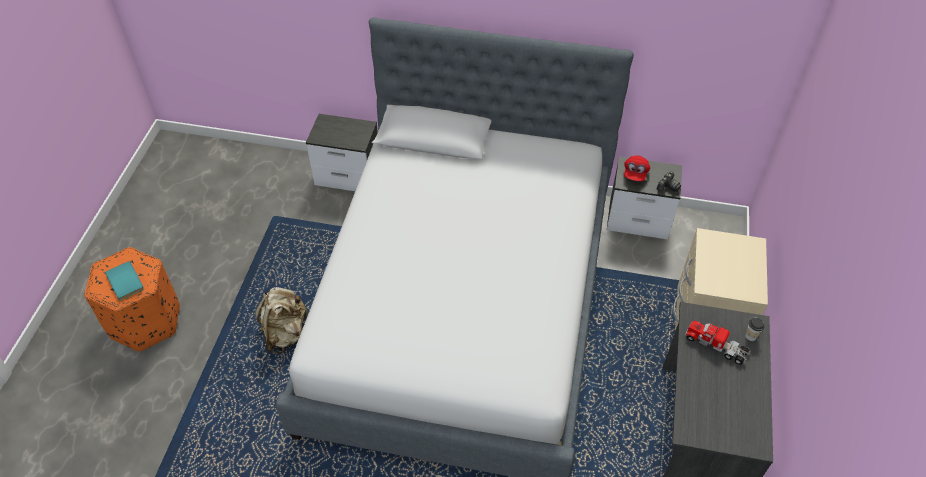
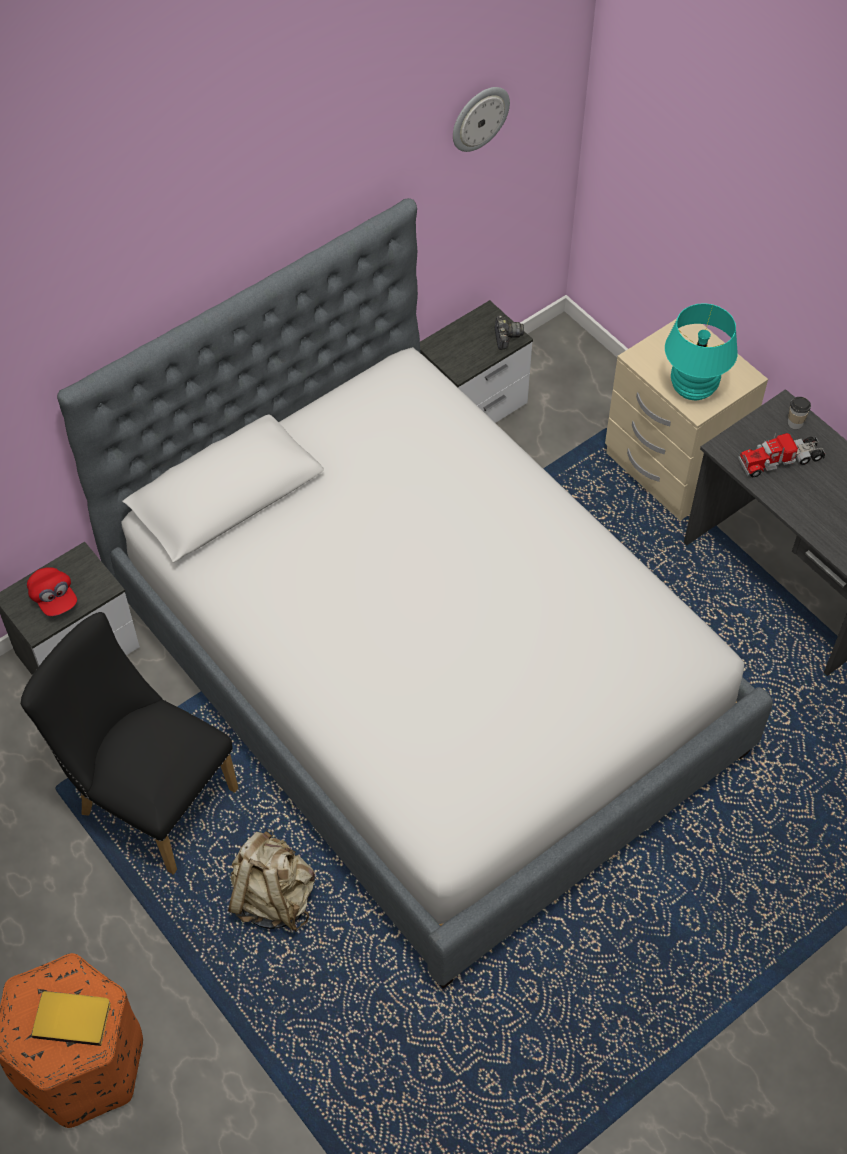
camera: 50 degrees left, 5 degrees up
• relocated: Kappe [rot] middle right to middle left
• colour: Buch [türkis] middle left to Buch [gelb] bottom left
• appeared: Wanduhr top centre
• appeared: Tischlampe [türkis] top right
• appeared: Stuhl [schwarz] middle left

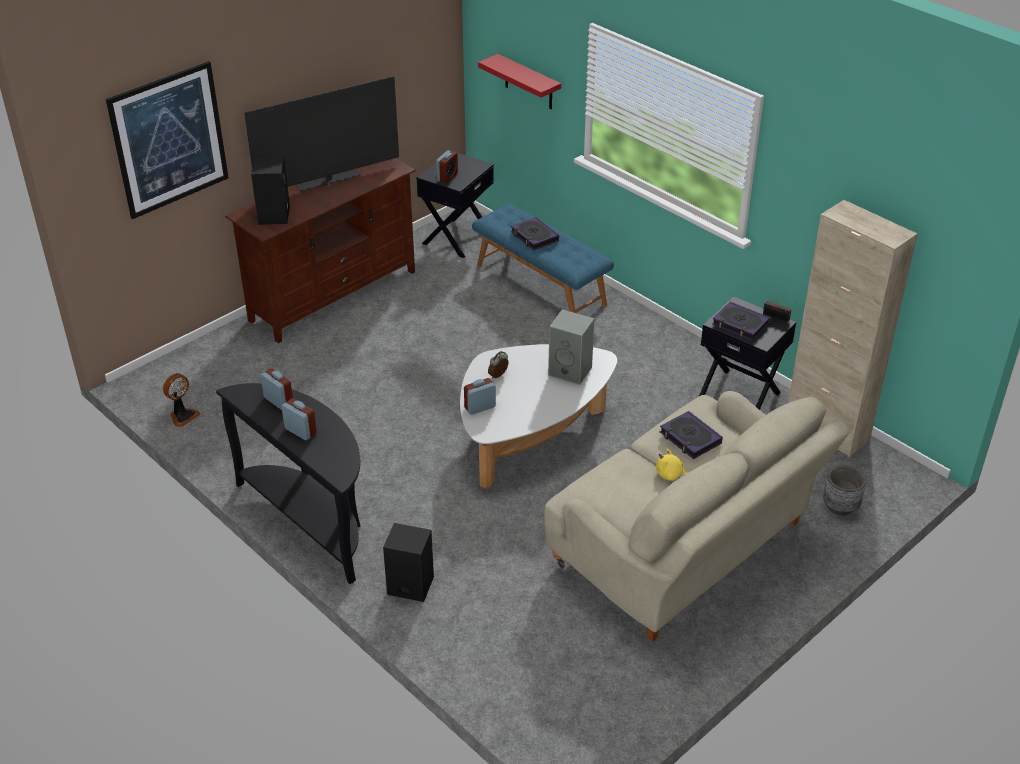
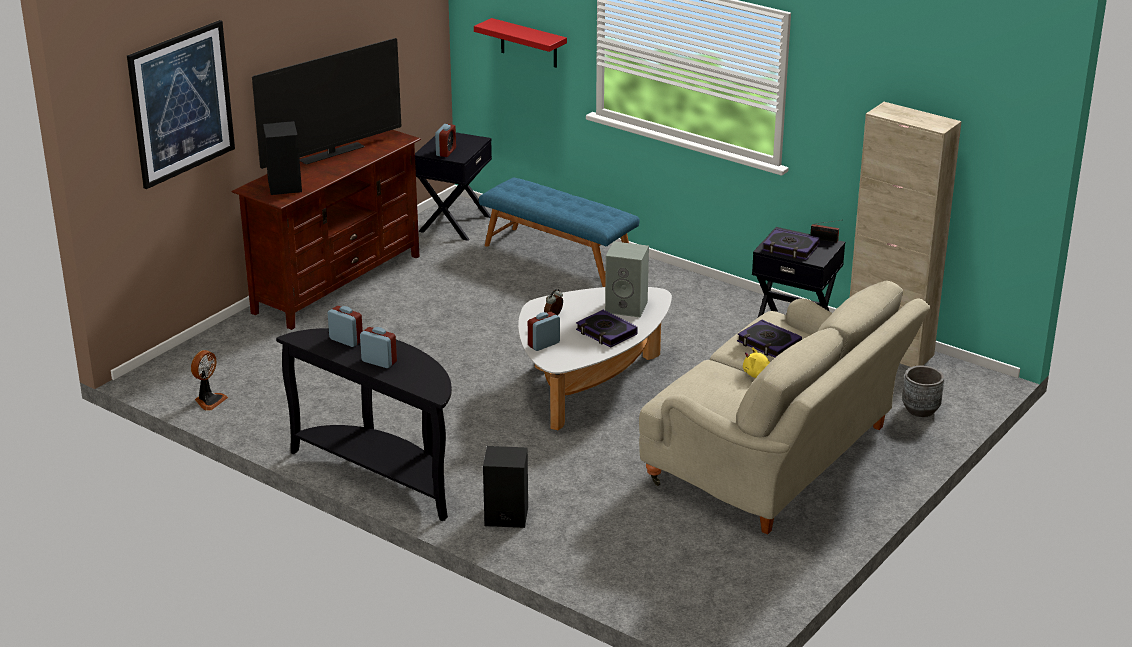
camera: 10 degrees left, 10 degrees down
• relocated: Buch (no. 1 from left) top centre to centre

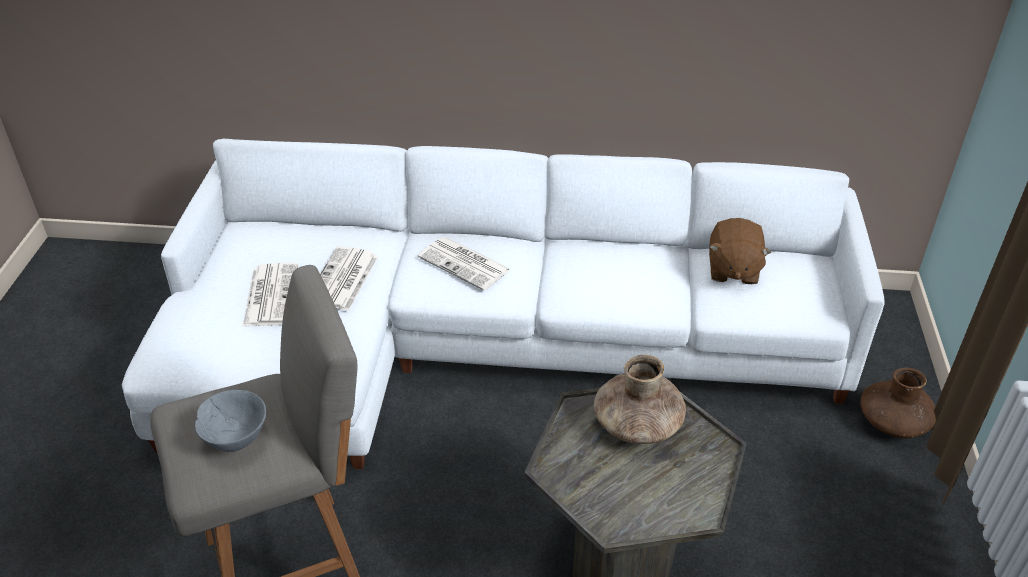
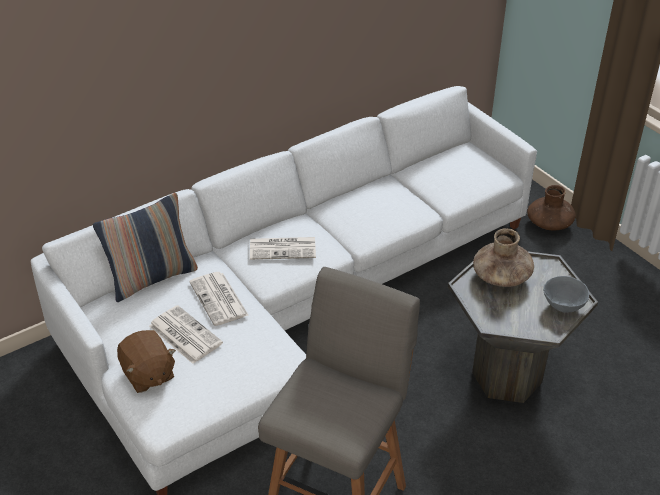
camera: 40 degrees left, 0 degrees up
• relocated: Plüschtier [braun] middle right to bottom left
• relocated: Schüssel [grau] bottom left to middle right
• appeared: Kissen middle left

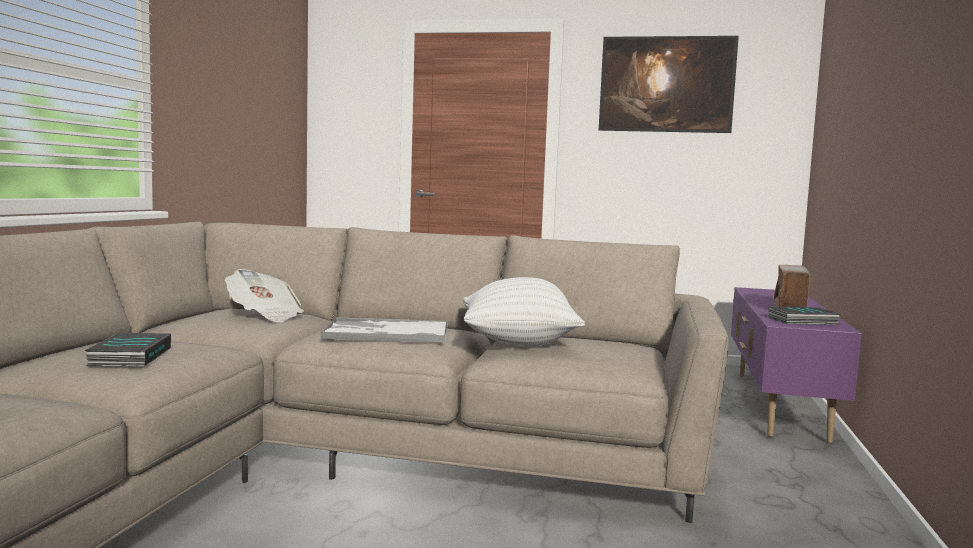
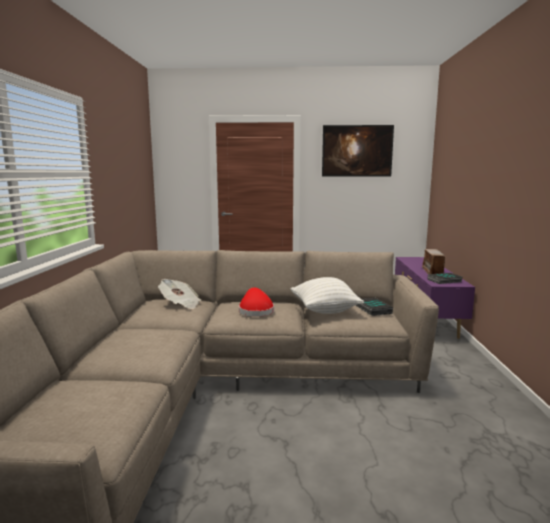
camera: 10 degrees left, 5 degrees up
• exchanged: Tablett centre to Hut [rot] centre
• relocated: Buch (no. 1 from left) middle left to middle right

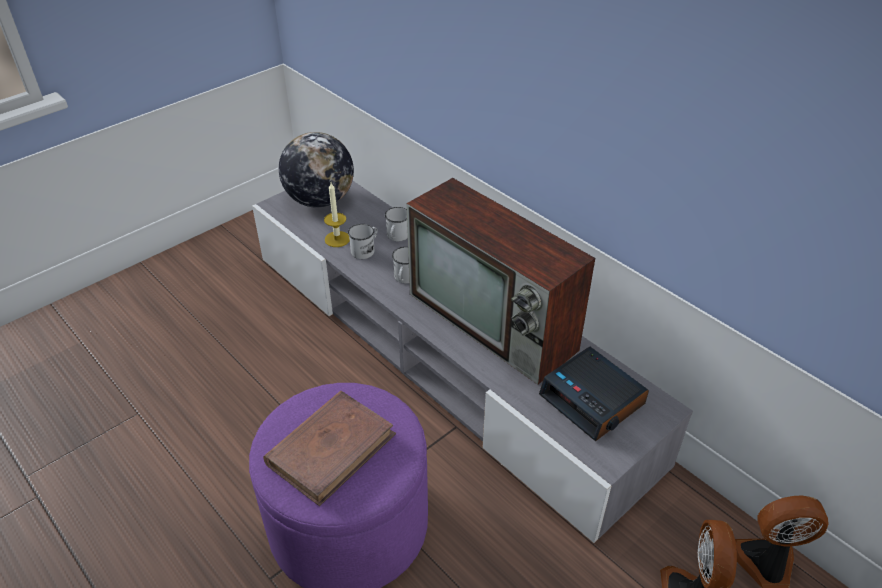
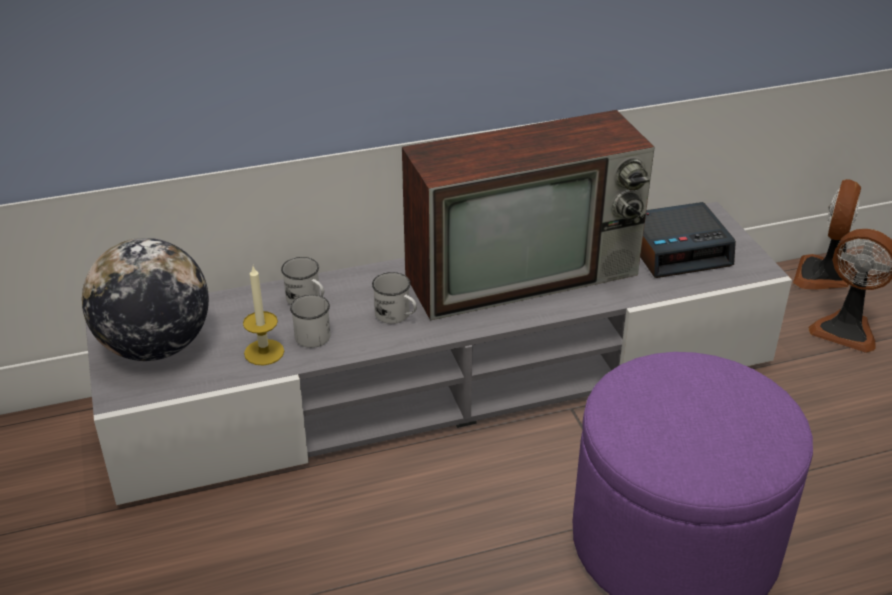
camera: 65 degrees left, 5 degrees down
• missing: Buch [braun] bottom centre

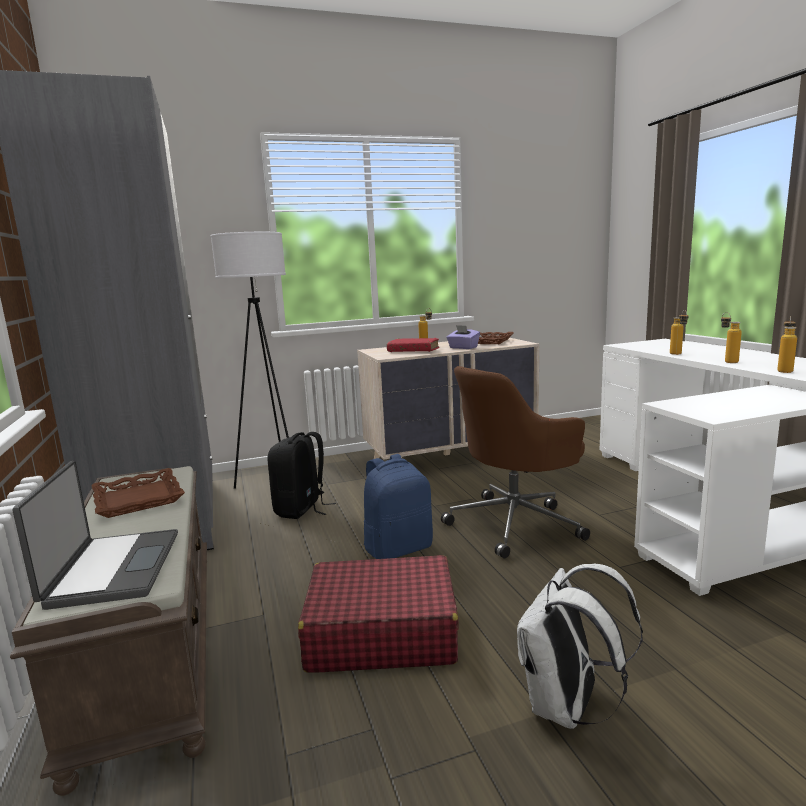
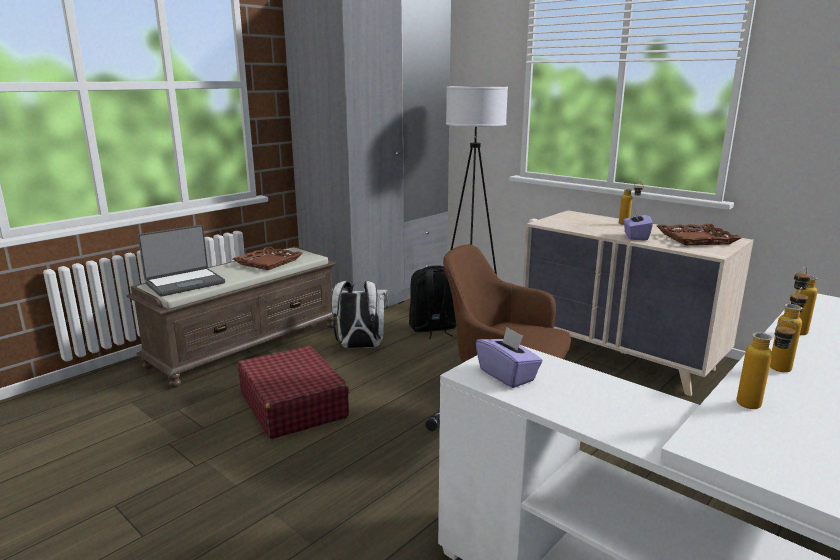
camera: 60 degrees right, 5 degrees up
• missing: Buch [rot] centre
• missing: Rucksack [blau] centre
• relocated: Rucksack [weiß] bottom right to centre
• appeared: Taschentuchbox [lila] (no. 1 from left) centre

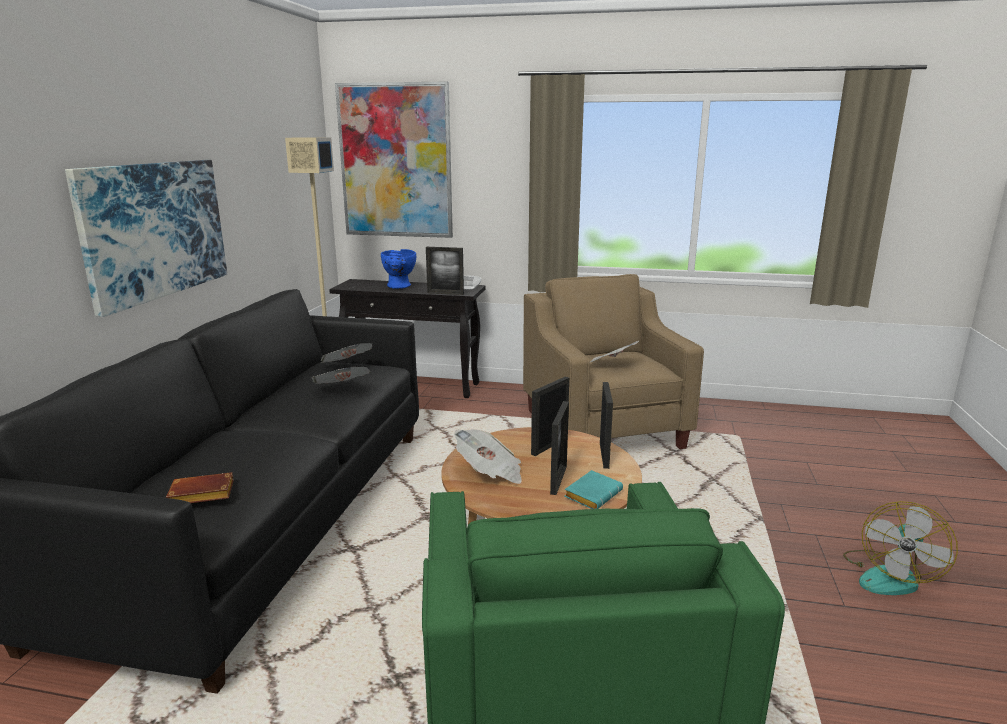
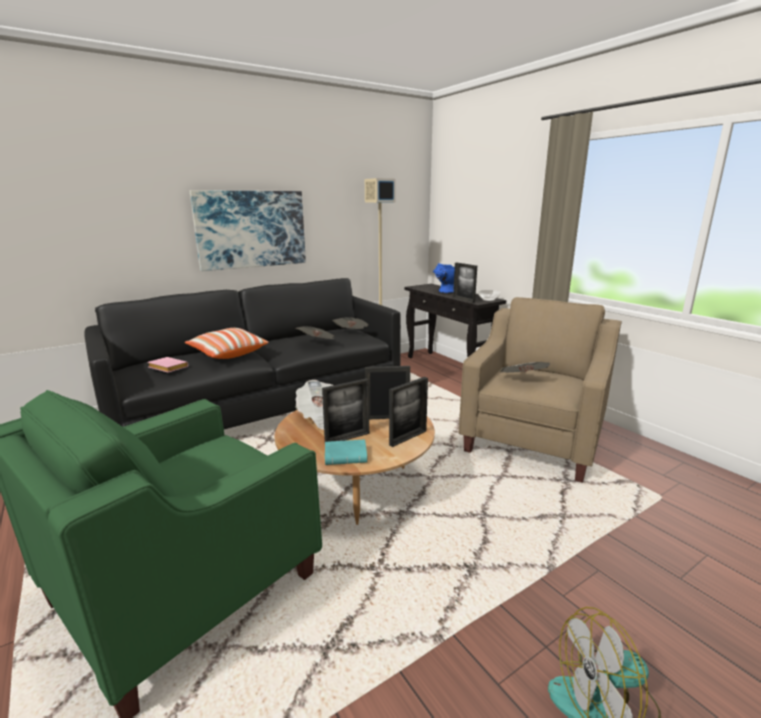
camera: 45 degrees right, 0 degrees up
• missing: Bild (no. 2 from left) top centre
• colour: Buch [braun] bottom left to Buch [rosa] middle left
• appeared: Kissen middle left

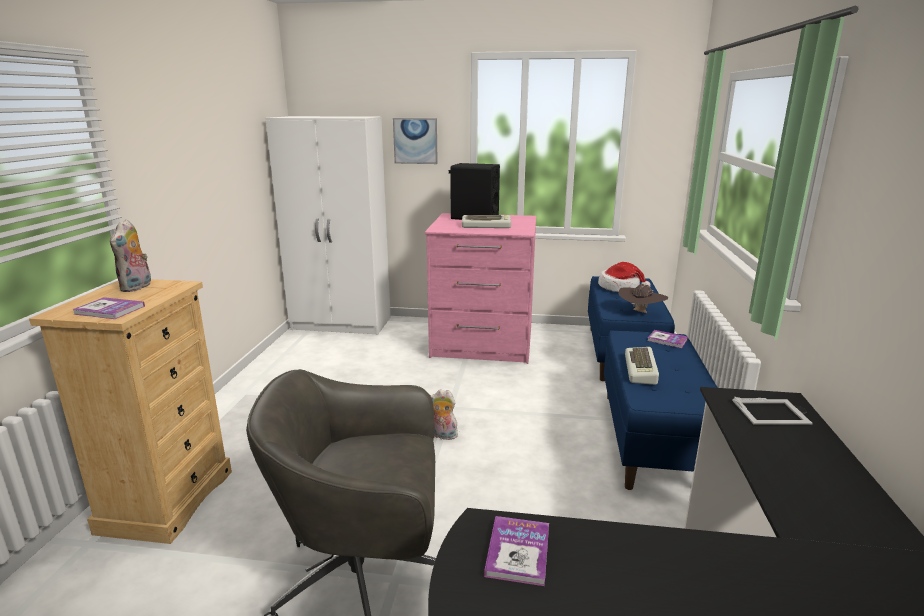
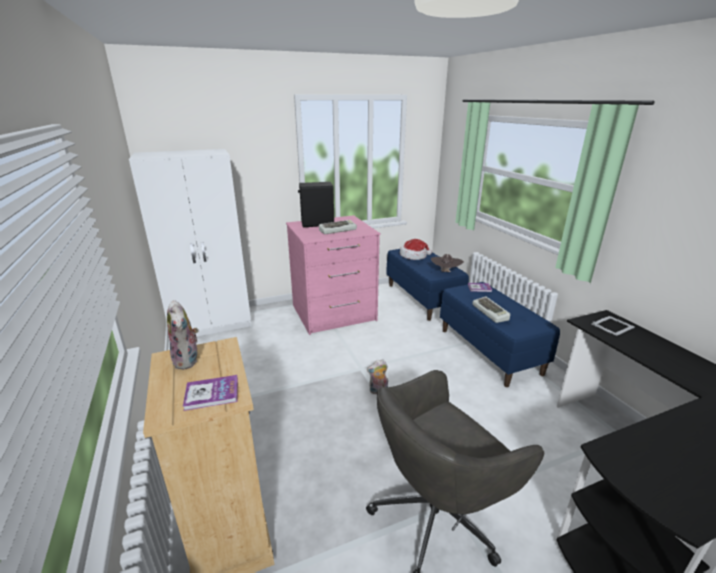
camera: 30 degrees left, 5 degrees up
• missing: Bild top centre
• missing: Buch (no. 2 from left) bottom centre

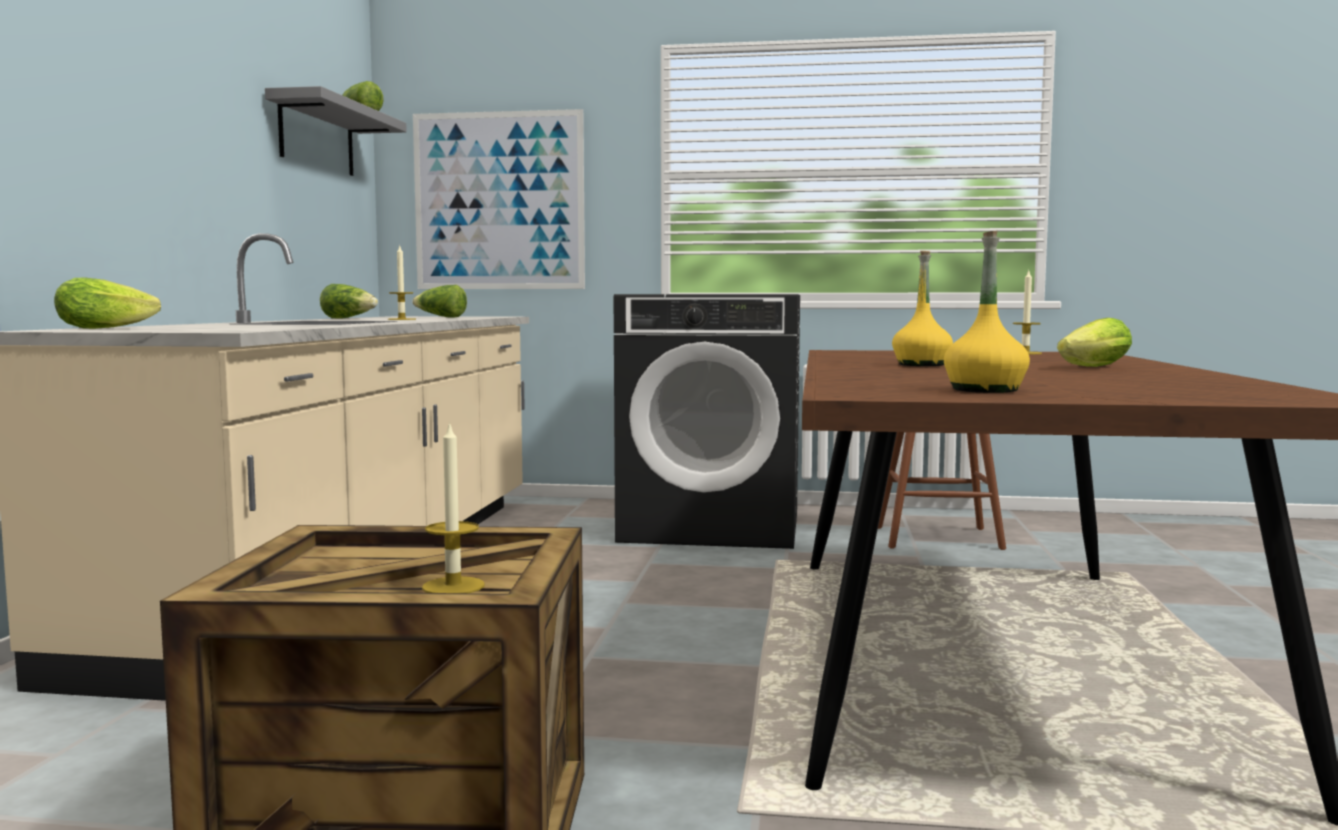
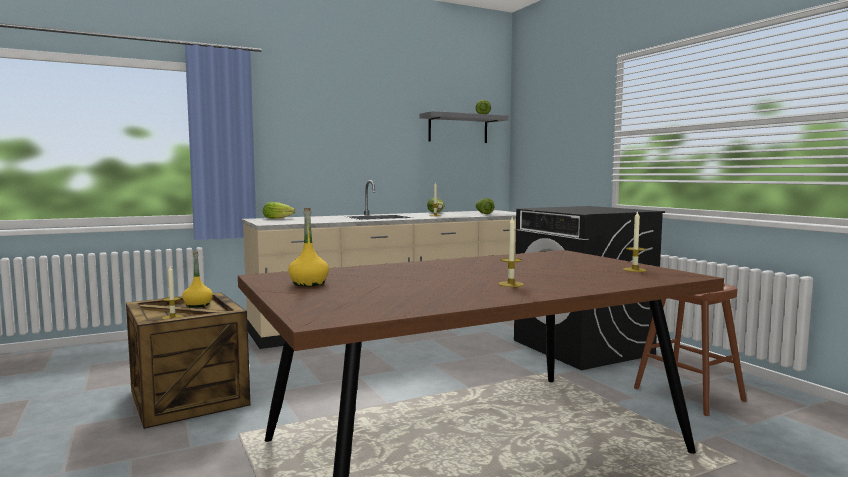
camera: 55 degrees right, 0 degrees up
• missing: Bild top centre
• relocated: Flasche [gelb] (no. 1 from left) middle right to middle left
• exchanged: Salatkopf (no. 5 from left) middle right to Kerze (no. 3 from left) centre

